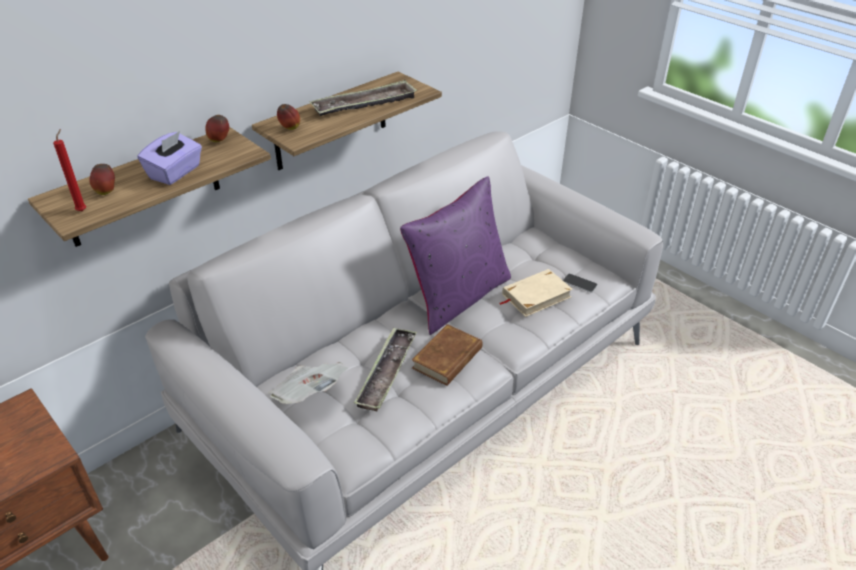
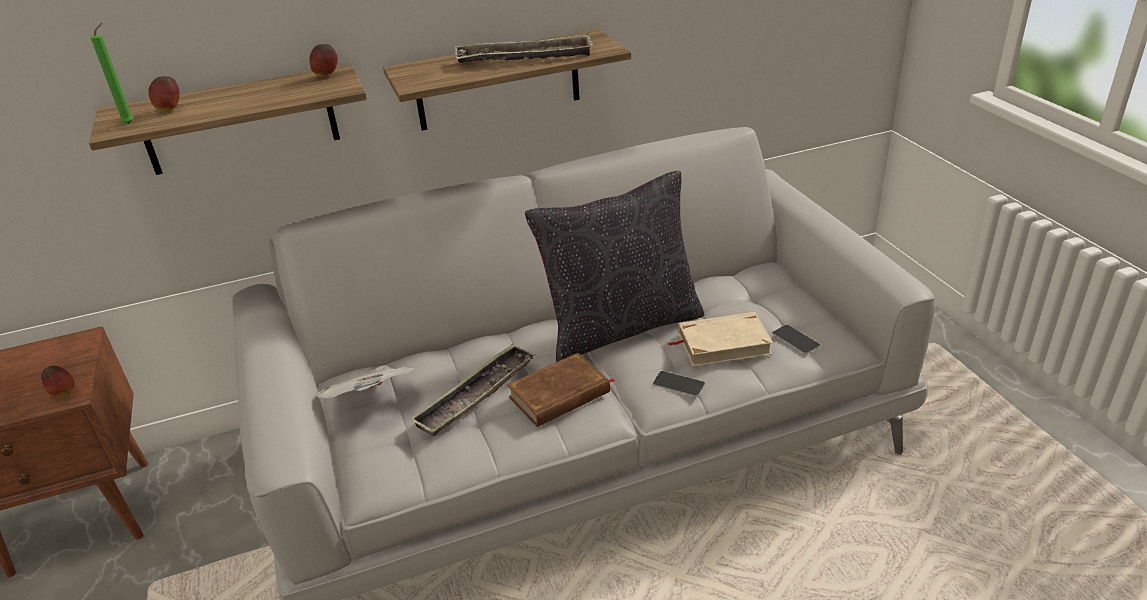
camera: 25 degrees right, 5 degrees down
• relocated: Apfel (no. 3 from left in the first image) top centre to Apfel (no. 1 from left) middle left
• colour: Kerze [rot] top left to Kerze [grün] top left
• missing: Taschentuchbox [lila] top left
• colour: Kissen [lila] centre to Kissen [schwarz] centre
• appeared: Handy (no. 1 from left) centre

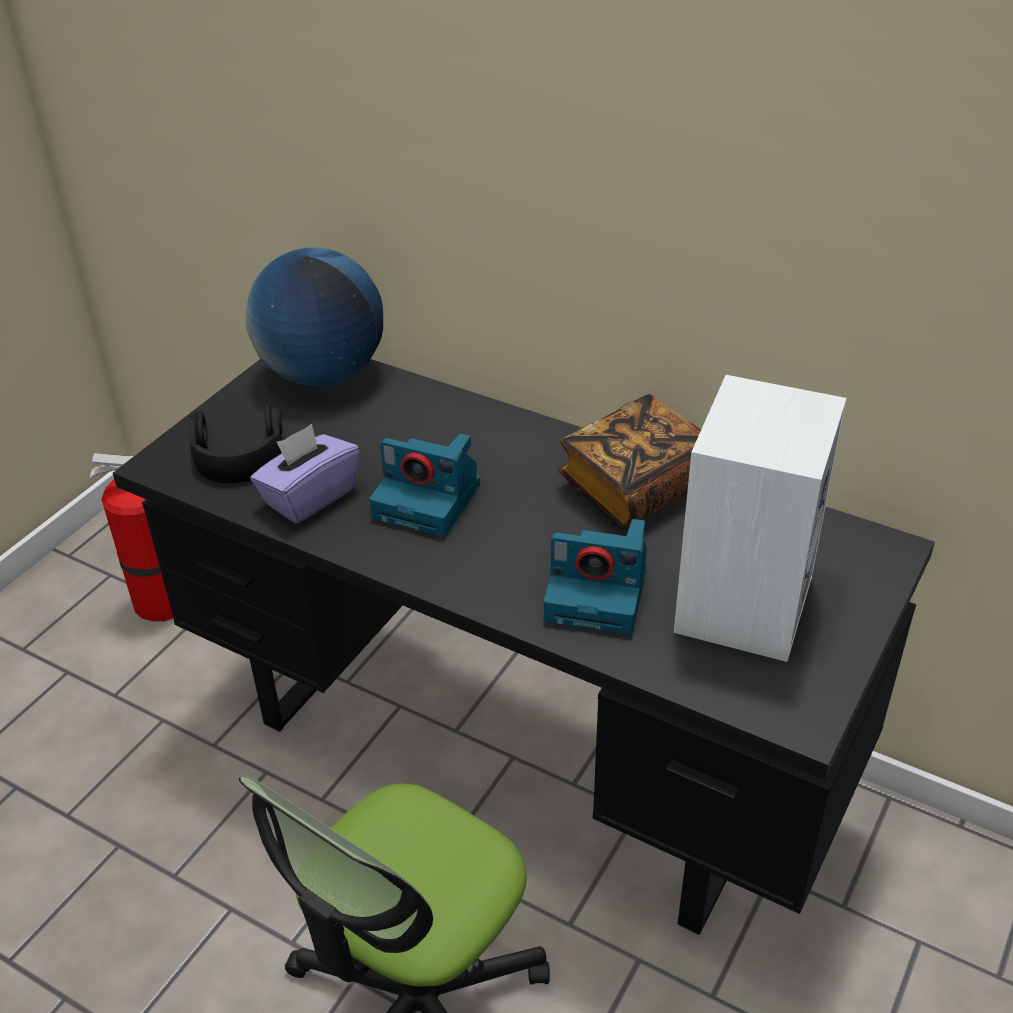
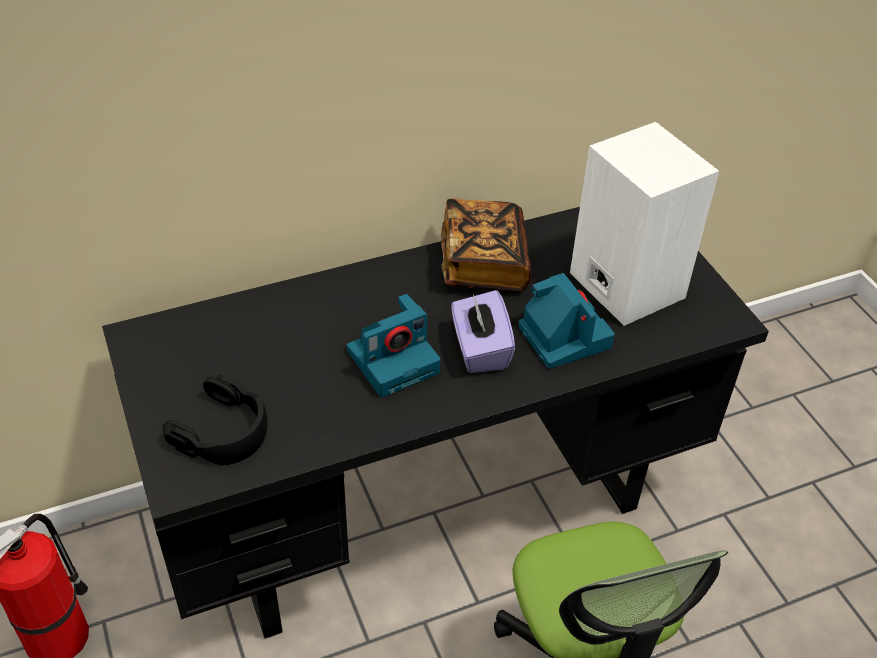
camera: 55 degrees left, 5 degrees up
• missing: Globus top left
• relocated: Taschentuchbox [lila] middle left to centre
• spun: Kamera (no. 2 from left) centre = centre 75 degrees counterclockwise

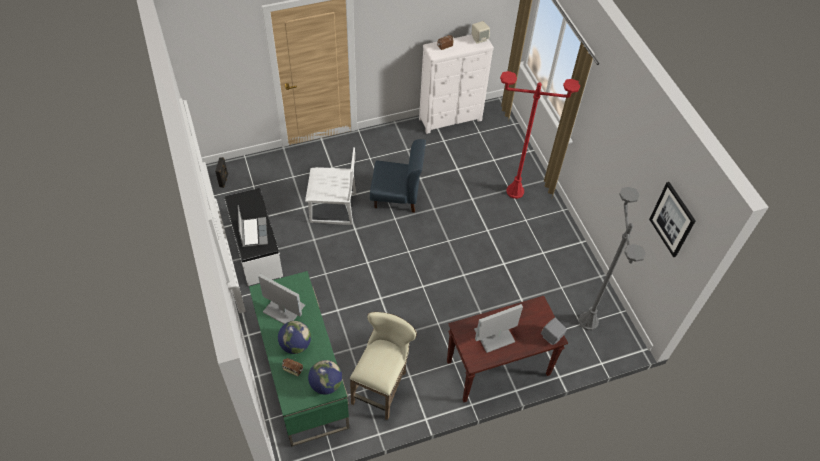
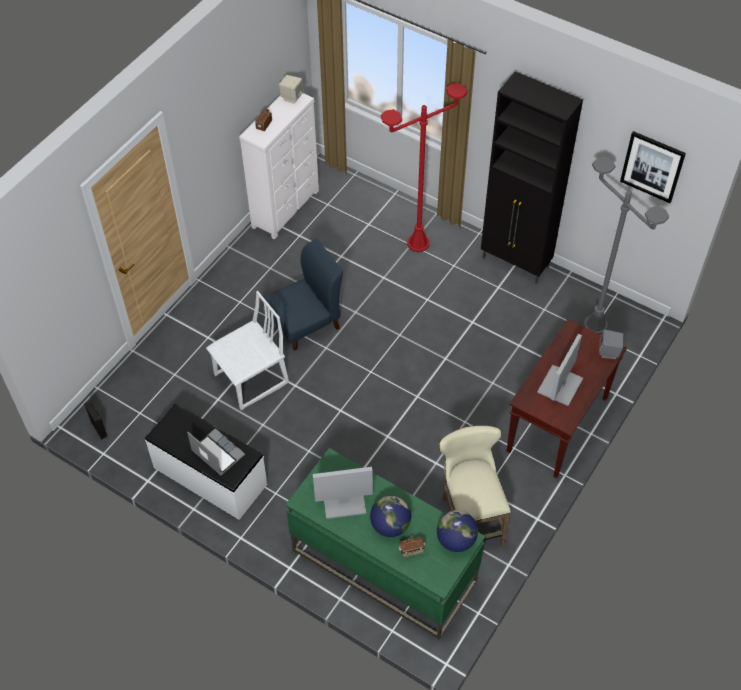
camera: 35 degrees left, 0 degrees up
• appeared: Schrank [schwarz] top right

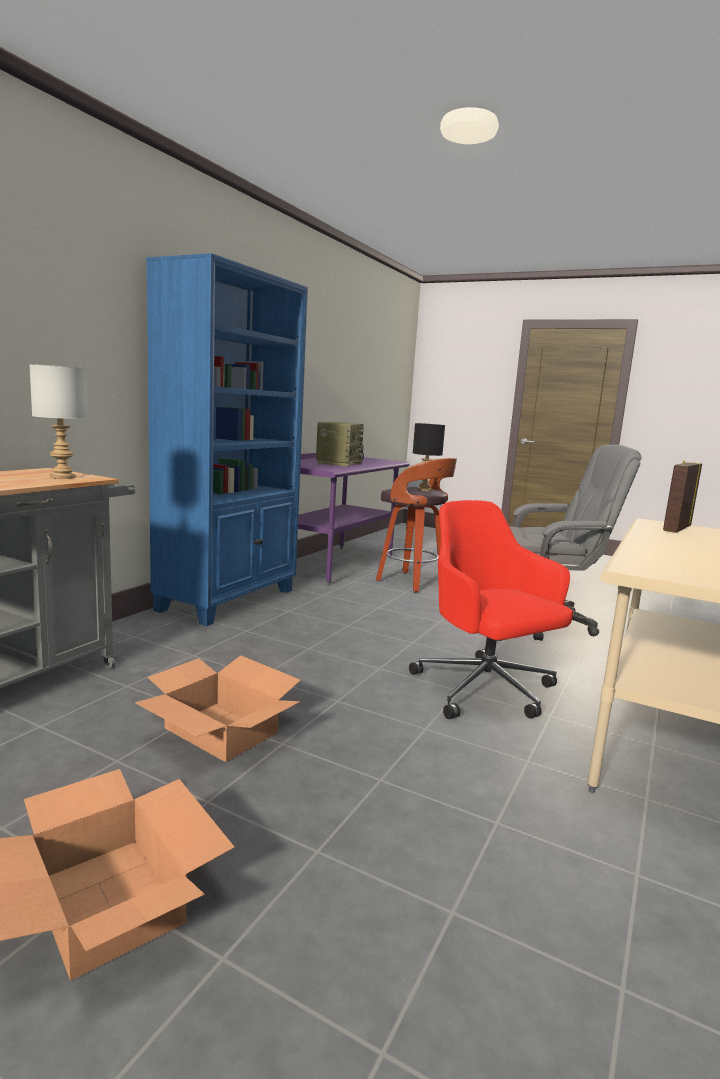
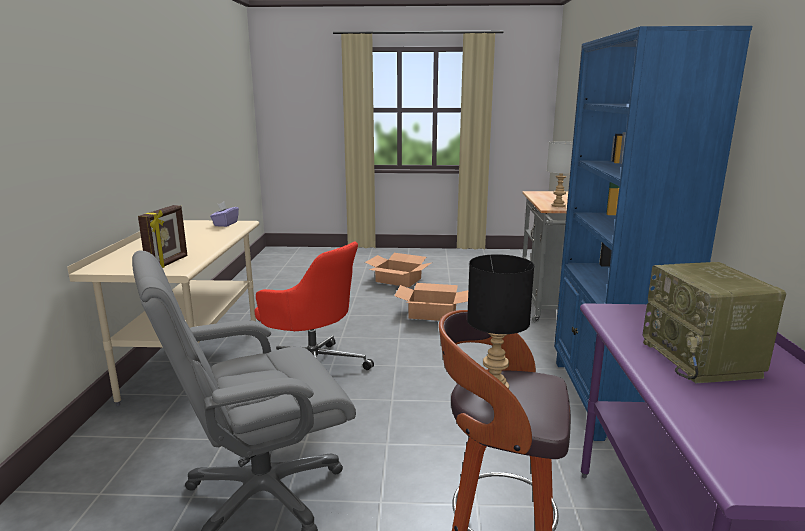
camera: 155 degrees right, 5 degrees up
• appeared: Taschentuchbox [lila] middle left

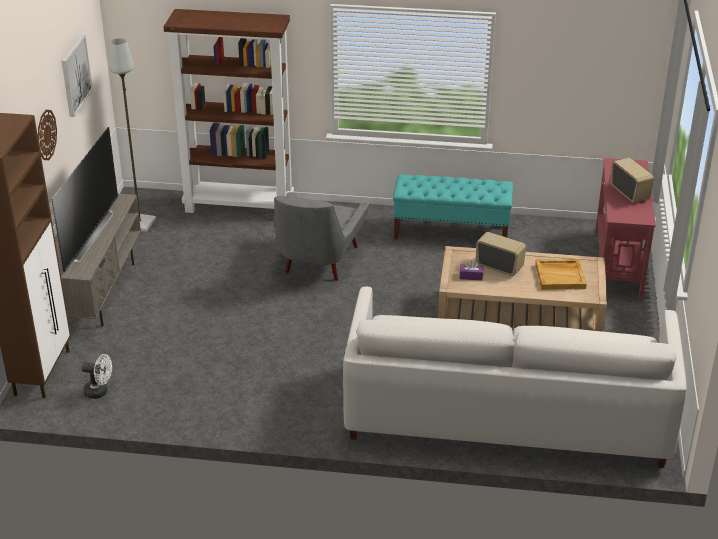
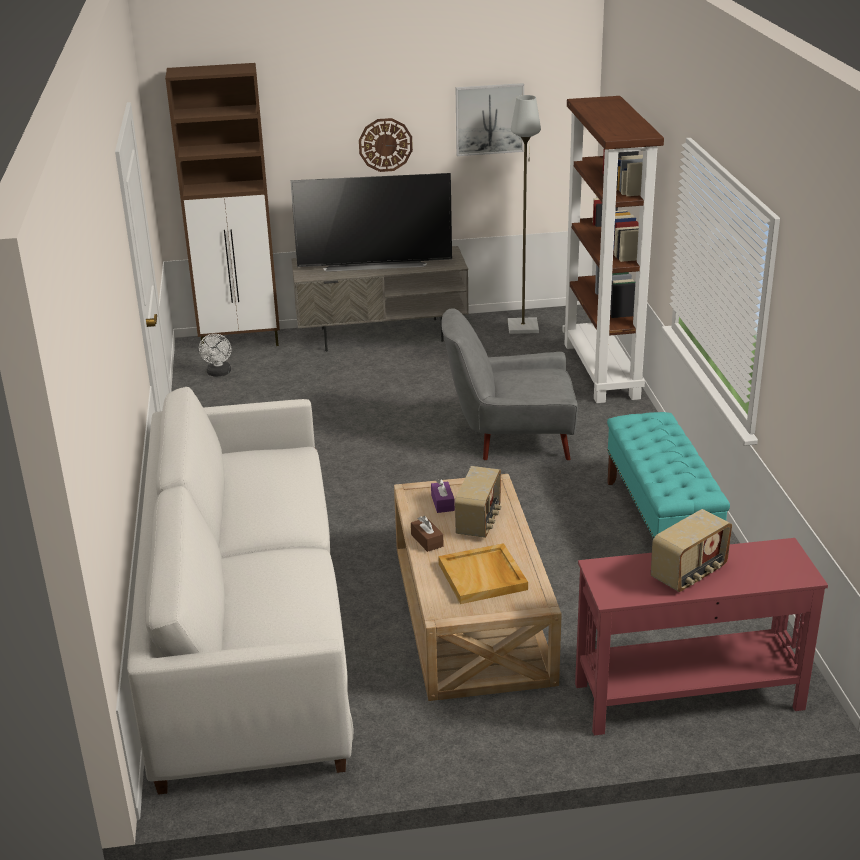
camera: 75 degrees right, 5 degrees down
• appeared: Taschentuchbox [braun] centre

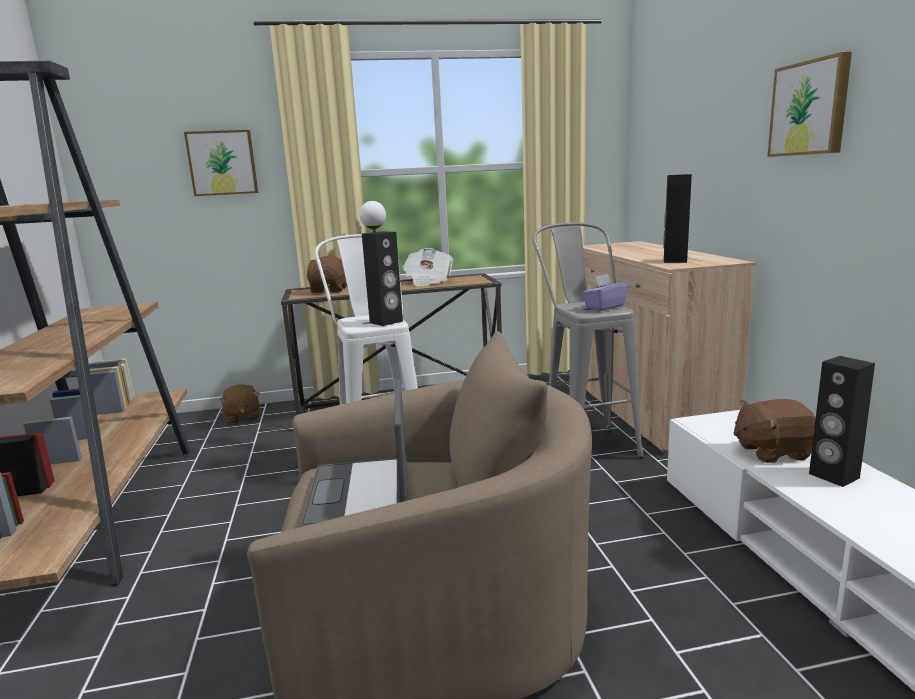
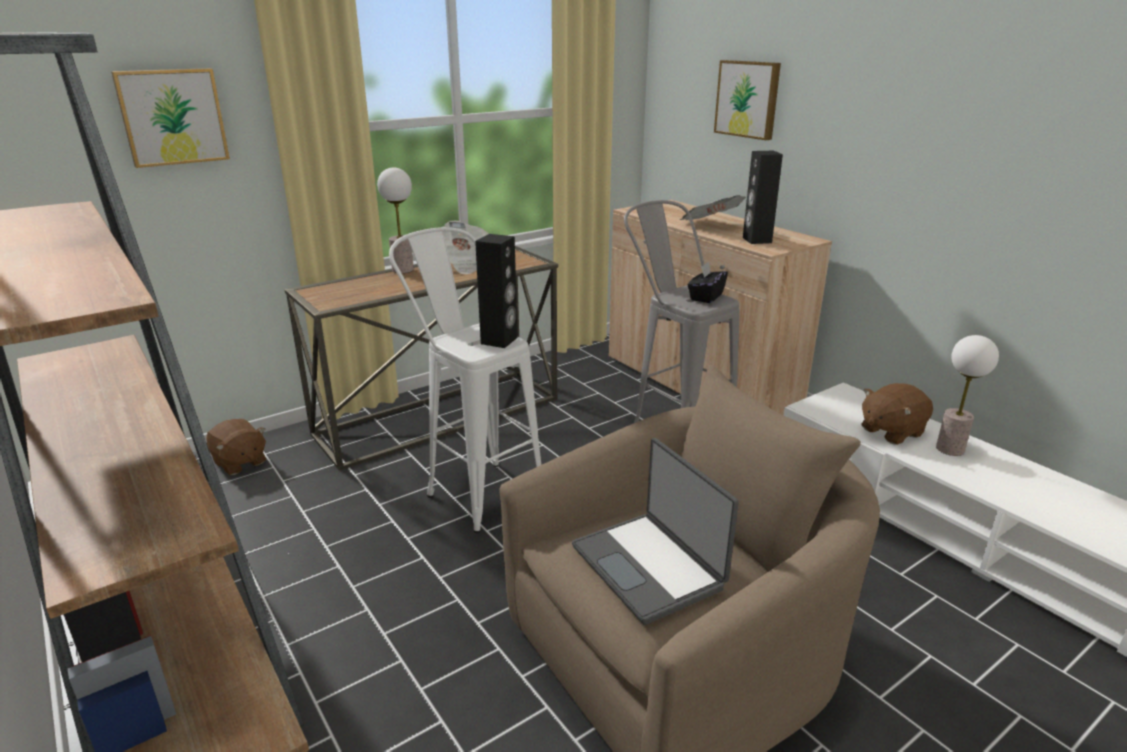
camera: 25 degrees left, 10 degrees up
• relocated: Bild (no. 2 from left) top right to top centre
• missing: Plüschtier [braun] (no. 2 from left) centre
• colour: Taschentuchbox [lila] centre to Taschentuchbox [schwarz] centre
• exchanged: Lautsprecher [schwarz] (no. 3 from left) middle right to Tischlampe (no. 2 from left) middle right
• appeared: Zeitung (no. 2 from left) top centre

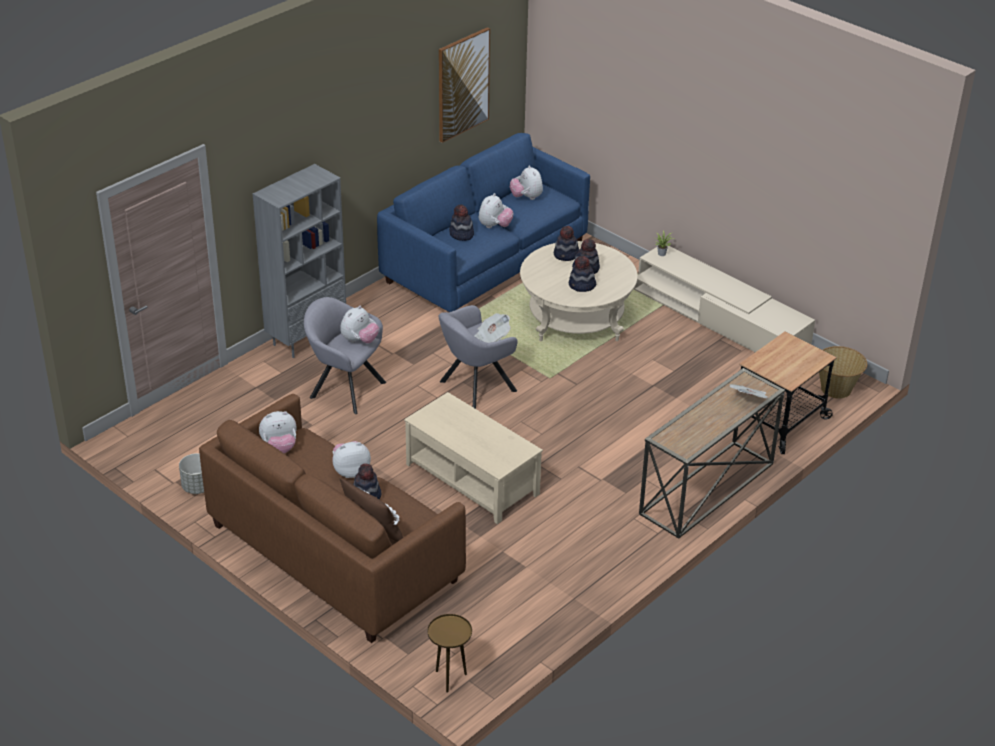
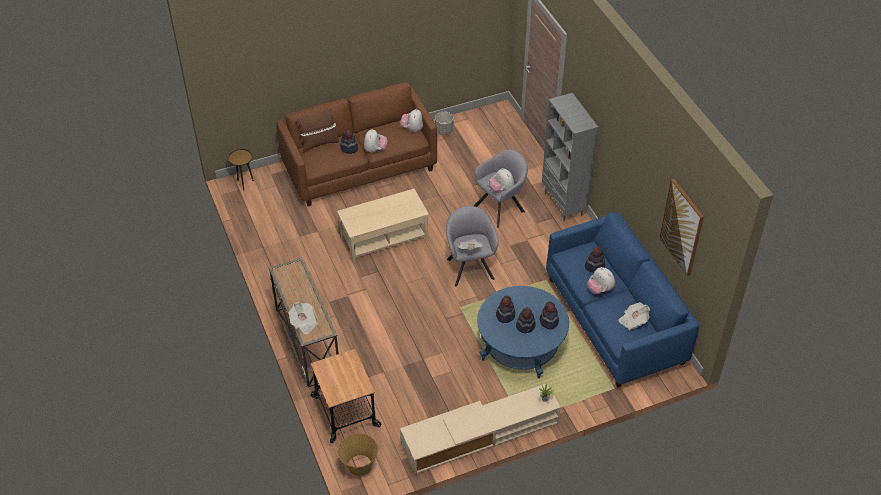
camera: 115 degrees right, 10 degrees up
• exchanged: Plüschtier (no. 5 from left) top centre to Zeitung (no. 3 from left) middle right
• colour: Couchtisch [beige] (no. 2 from left) centre to Couchtisch [blau] bottom centre

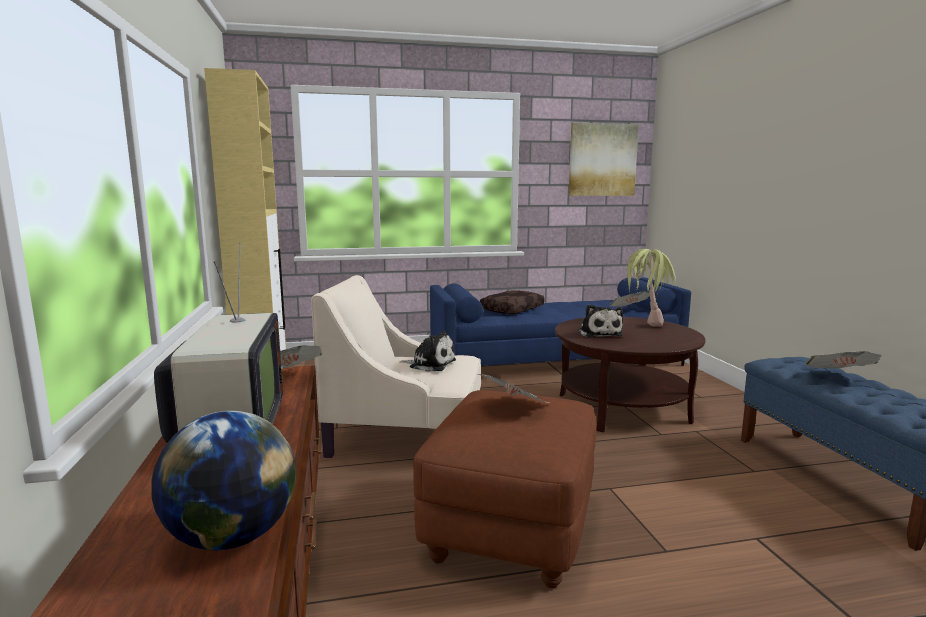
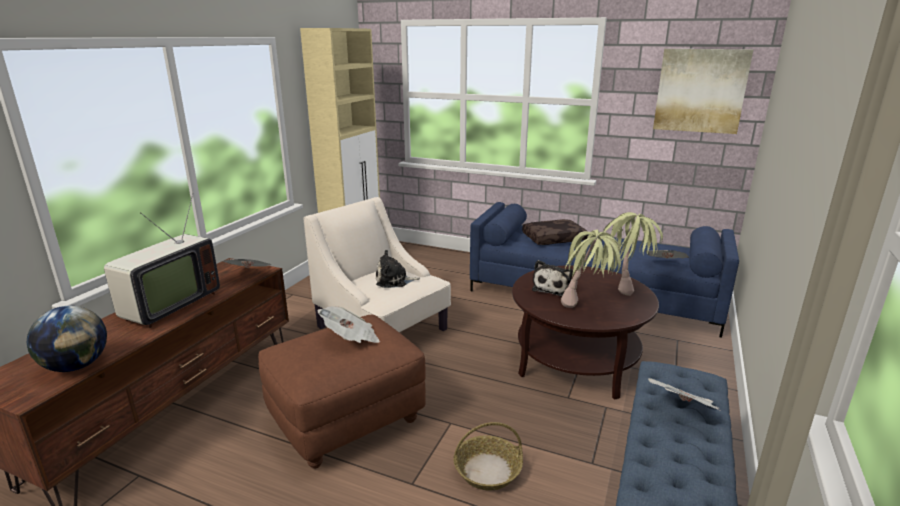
camera: 35 degrees right, 10 degrees up
• spun: Plüschtier (no. 1 from left) centre = centre 120 degrees clockwise
• appeared: Topfpflanze (no. 1 from left) centre
• appeared: Korb bottom centre

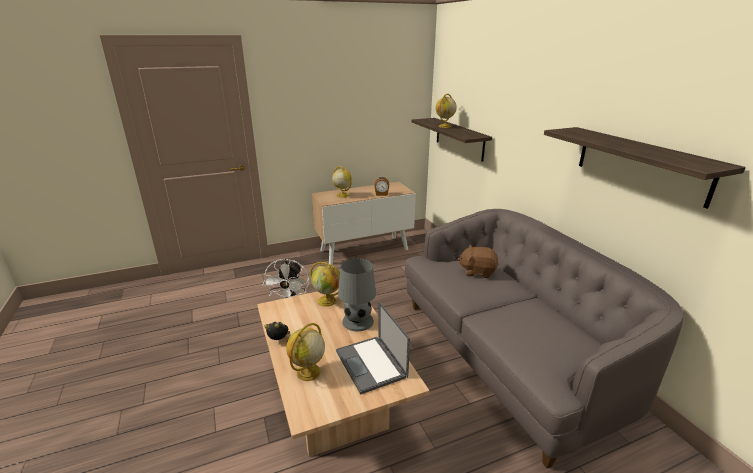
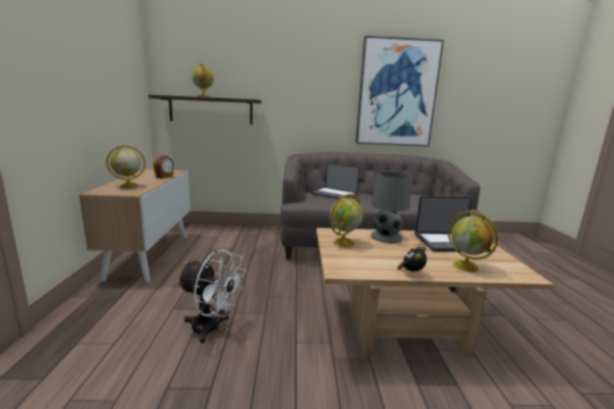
camera: 70 degrees left, 10 degrees down
• exchanged: Wandregal (no. 2 from left) middle right to Bild top centre
• exchanged: Plüschtier [braun] centre to Laptop (no. 1 from left) centre

